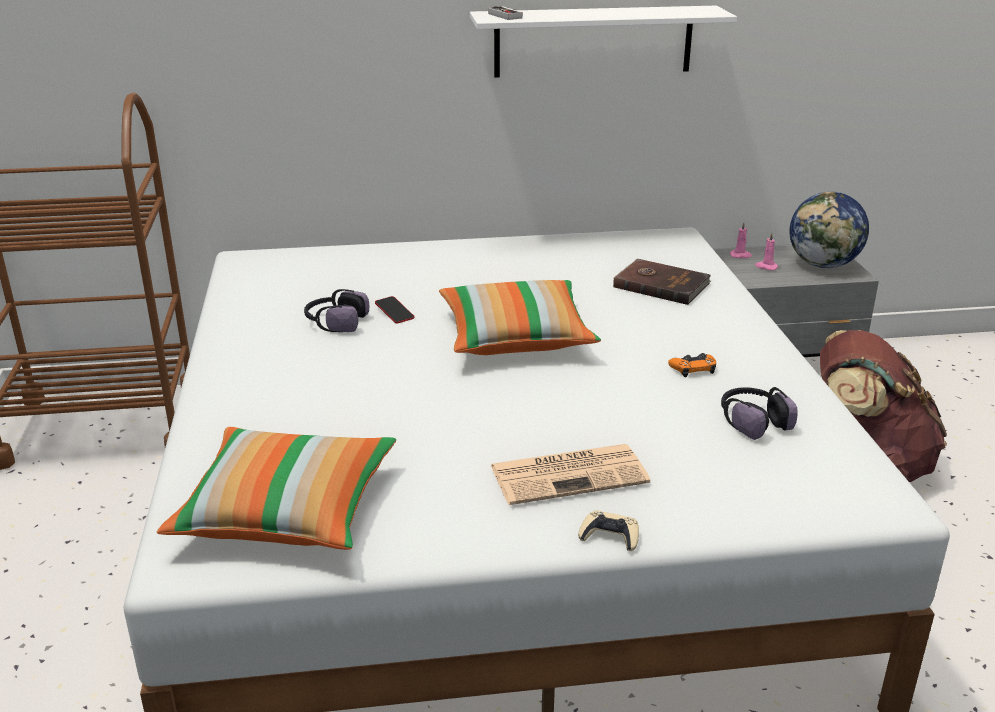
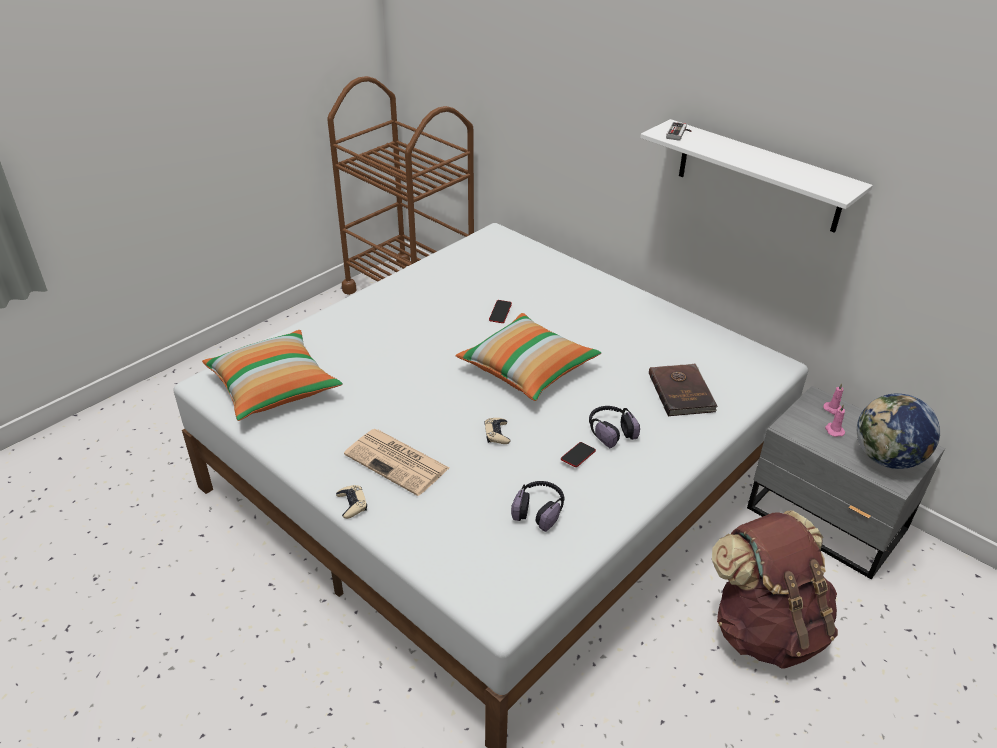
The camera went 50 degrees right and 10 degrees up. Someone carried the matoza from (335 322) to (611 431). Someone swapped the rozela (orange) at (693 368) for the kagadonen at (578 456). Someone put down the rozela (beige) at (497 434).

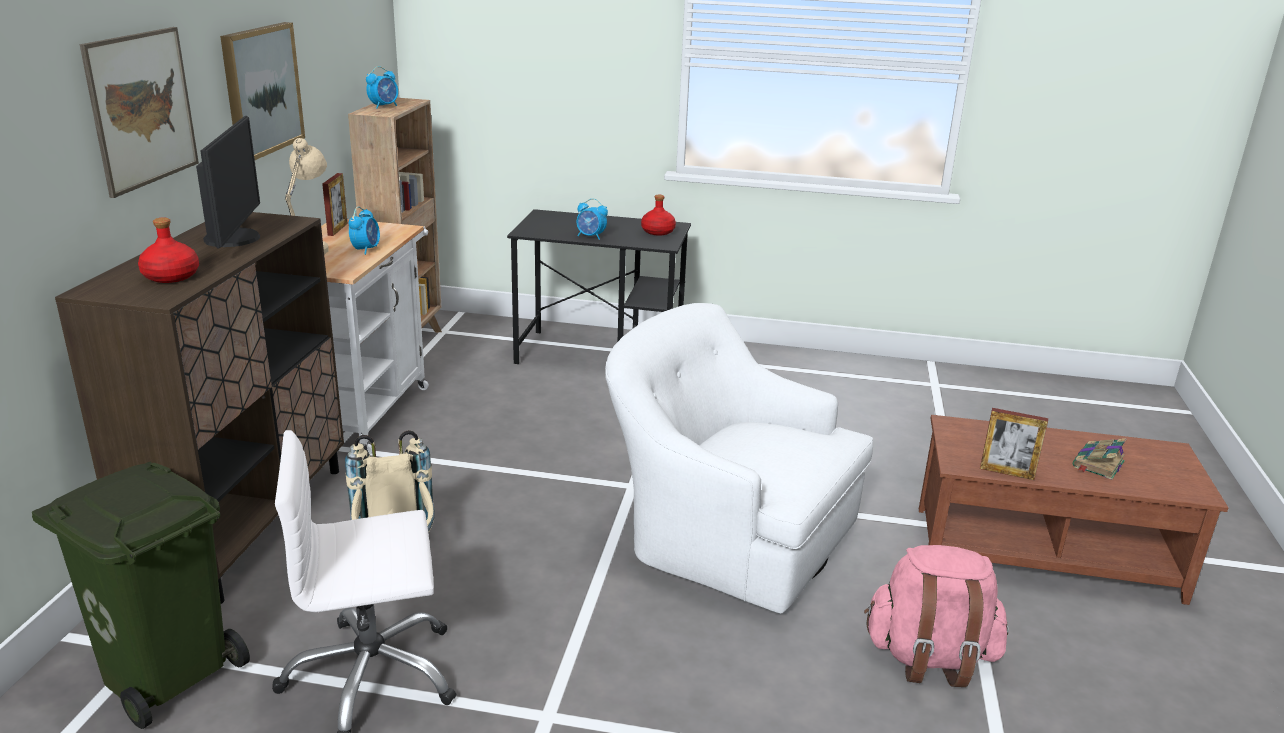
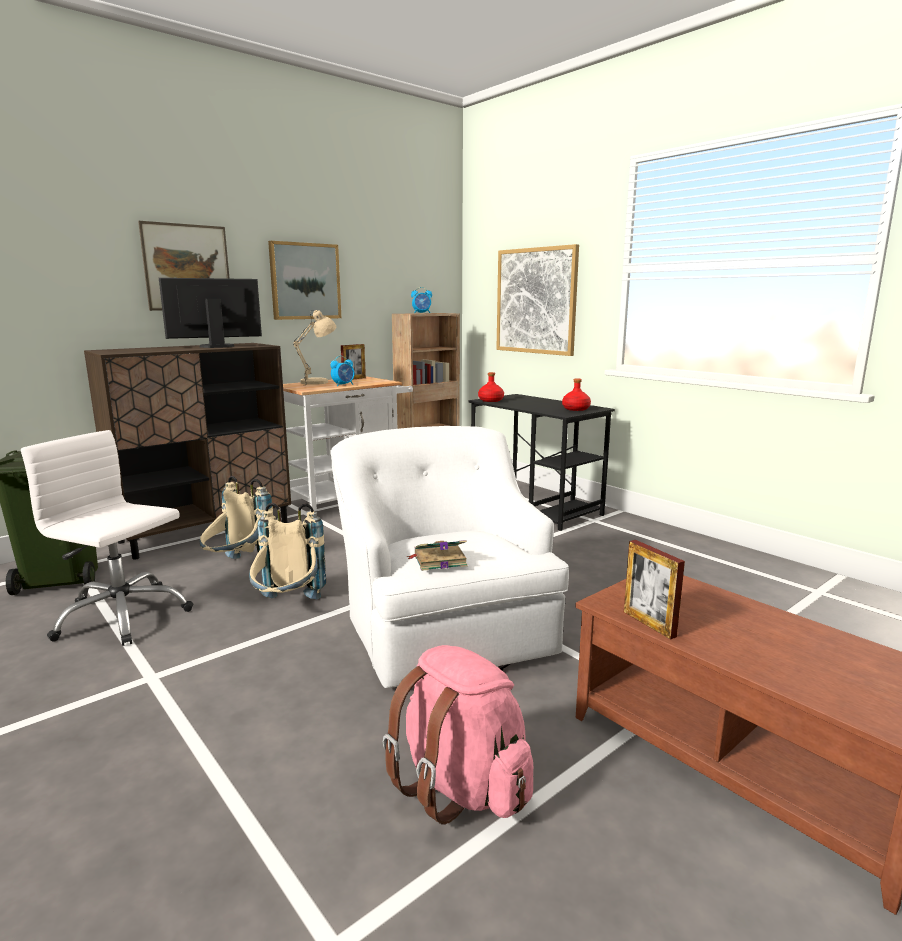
The camera went 40 degrees right and 10 degrees down. Someone rotated the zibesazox at (235 238) by 150 degrees counterclockwise. Someone took away the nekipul at (591 237). Someone carried the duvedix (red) from (170 276) to (490 400). Someone carried the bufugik from (1097 464) to (438 561). Someone put up the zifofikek at (536 301). Someone put down the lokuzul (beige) at (288 607).

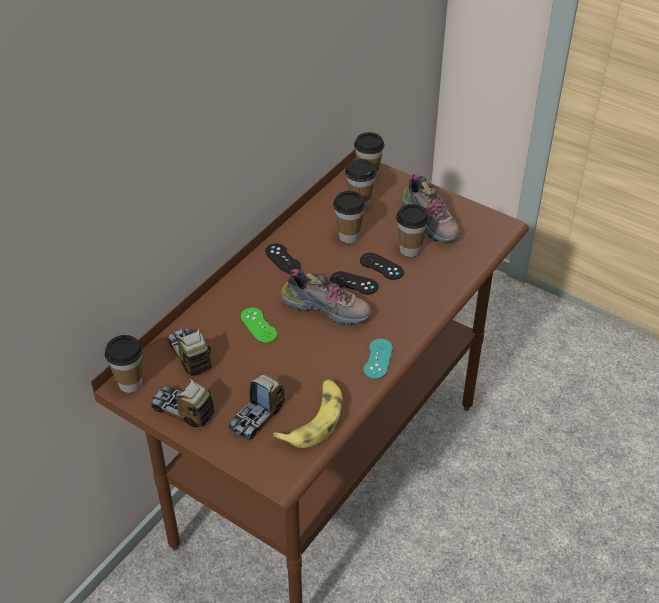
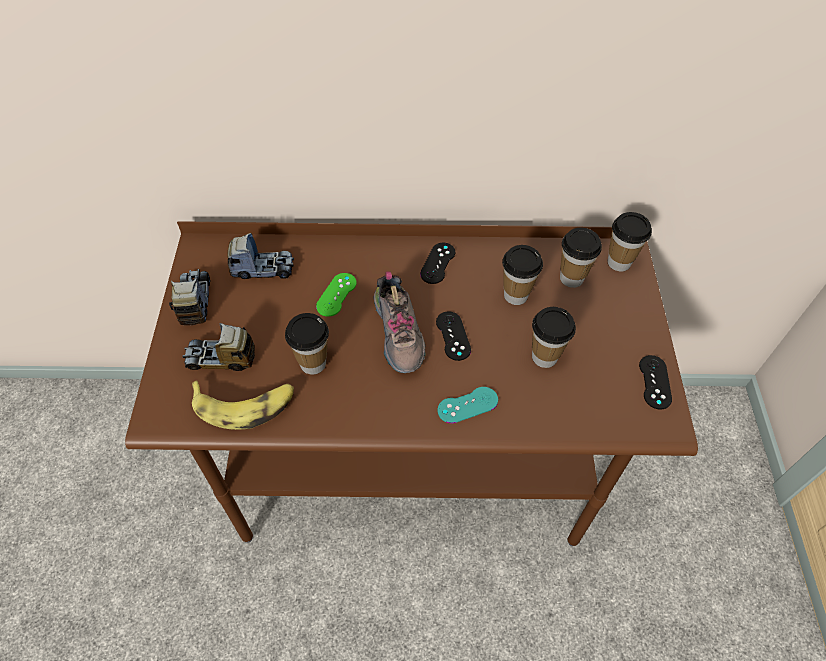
The camera went 55 degrees right and 10 degrees up. Someone took away the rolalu at (431 221). Someone carried the rozela (black) from (381 266) to (655 382). Someone rotated the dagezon at (190 356) by 60 degrees clockwise. Someone carried the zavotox from (130 384) to (313 363). Someone carried the rozela (turquoise) from (378 359) to (467 405).

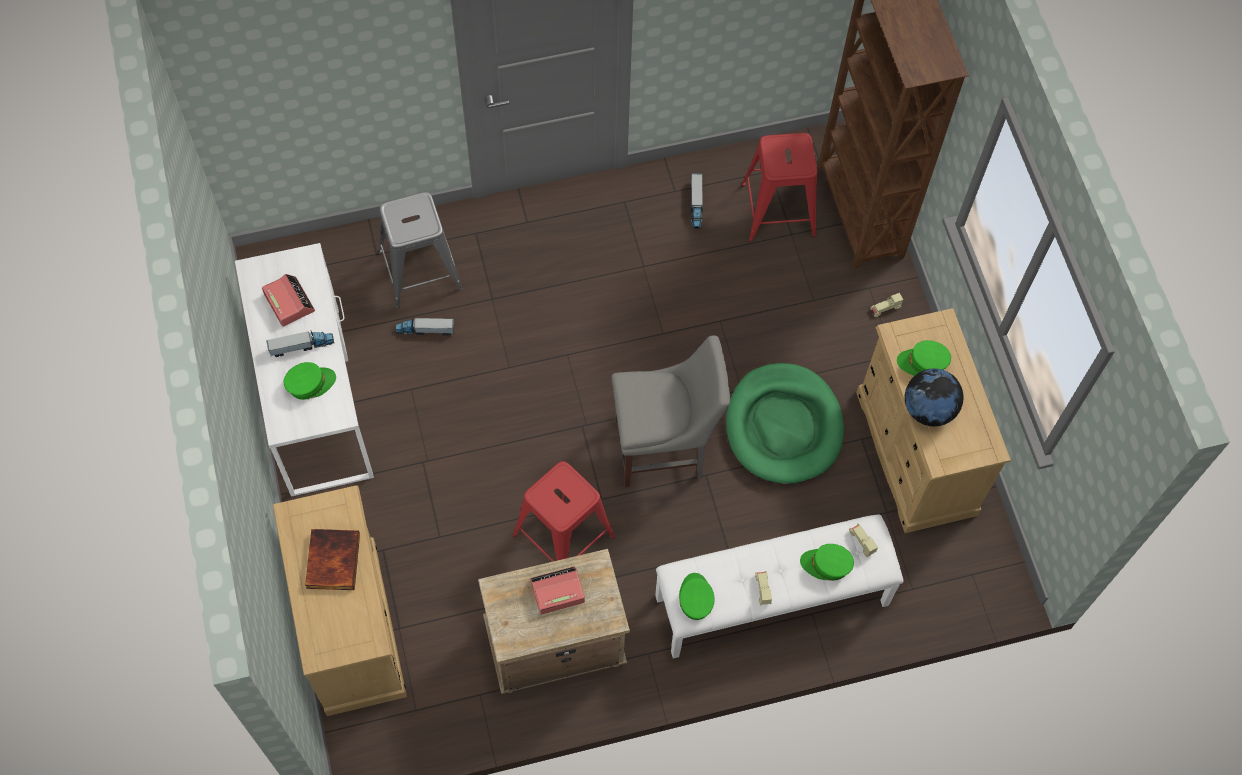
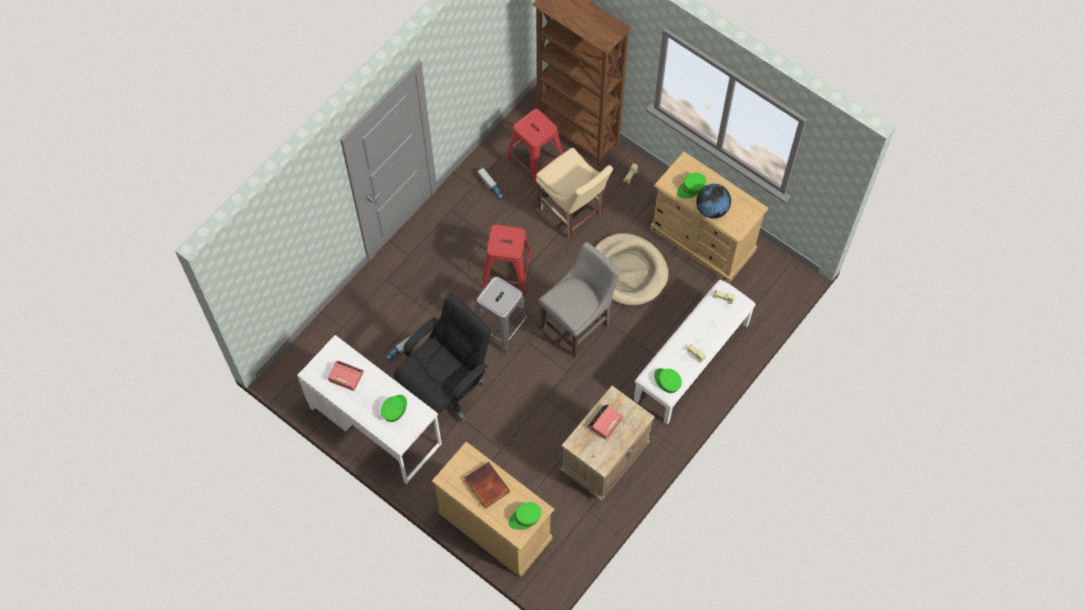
The camera went 35 degrees left and 0 degrees up. Someone carried the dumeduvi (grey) from (420 271) to (501 326). Someone took away the dagezon at (302 346). Someone repainted the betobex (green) at (783 426), which became the betobex (beige) at (628 271). Someone carried the dumeduvi (red) from (564 536) to (507 271). Someone carried the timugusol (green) from (826 565) to (525 518). Someone put down the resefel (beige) at (573 214). Someone put down the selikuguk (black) at (446 388).

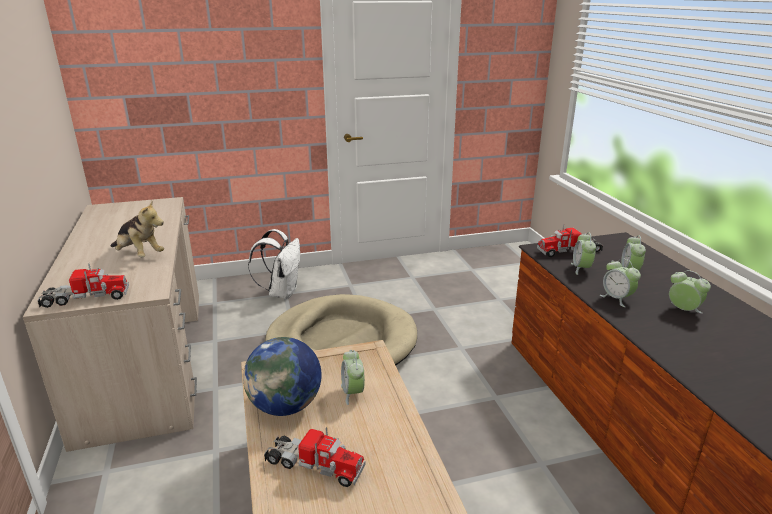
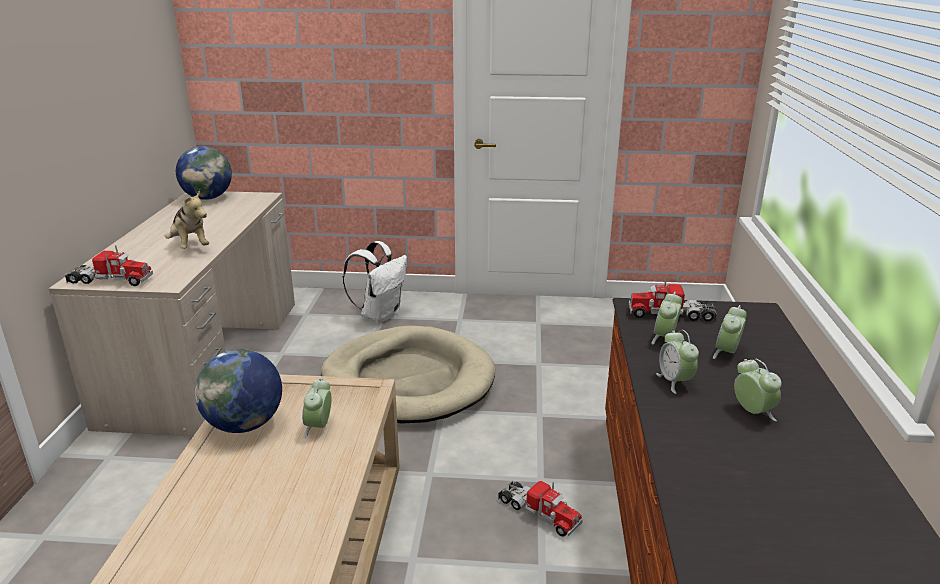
The camera went 20 degrees right and 0 degrees up. Someone carried the dagezon from (314 465) to (538 512). Someone put down the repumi at (208 198).

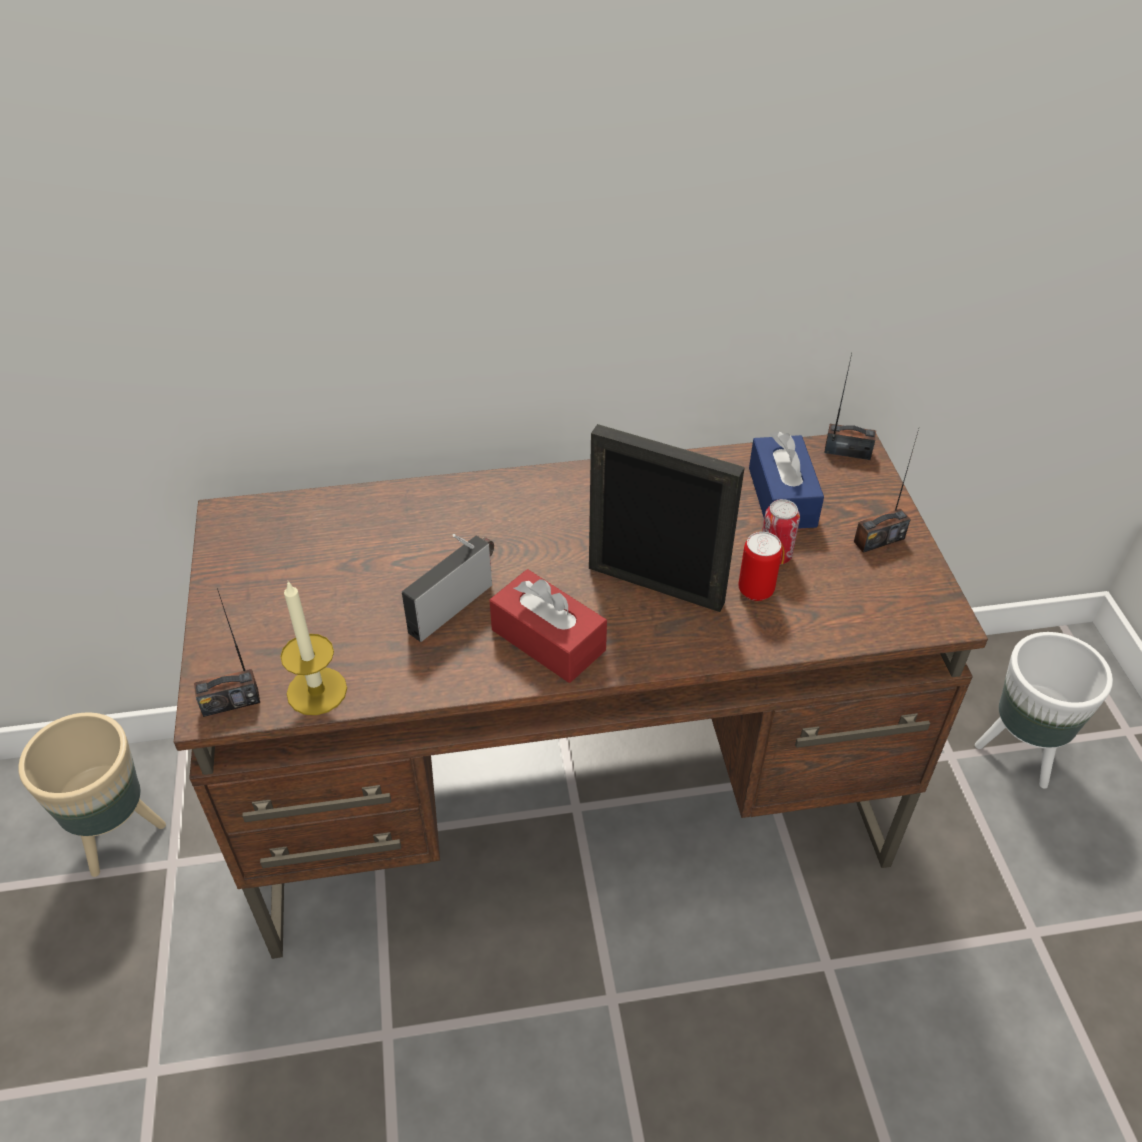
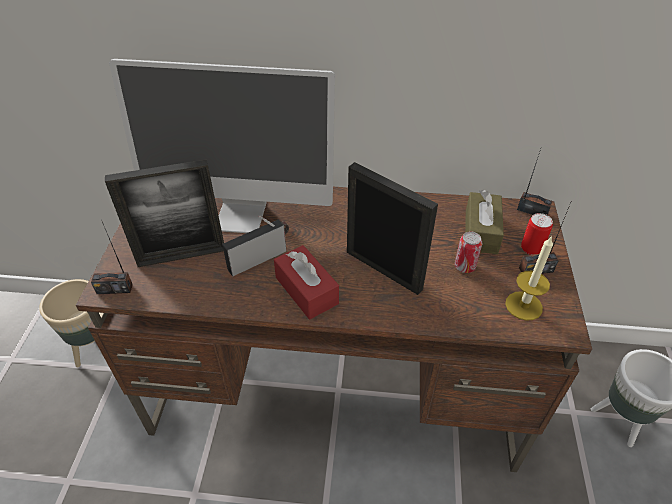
The camera went 15 degrees right and 0 degrees up. Someone repainted the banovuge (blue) at (782 497), which became the banovuge (brown) at (481 232). Someone carried the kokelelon from (755 590) to (531 249). Someone carried the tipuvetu from (317 691) to (523 305). Someone put down the zibesazox at (241 215). Someone put down the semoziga at (182 256).

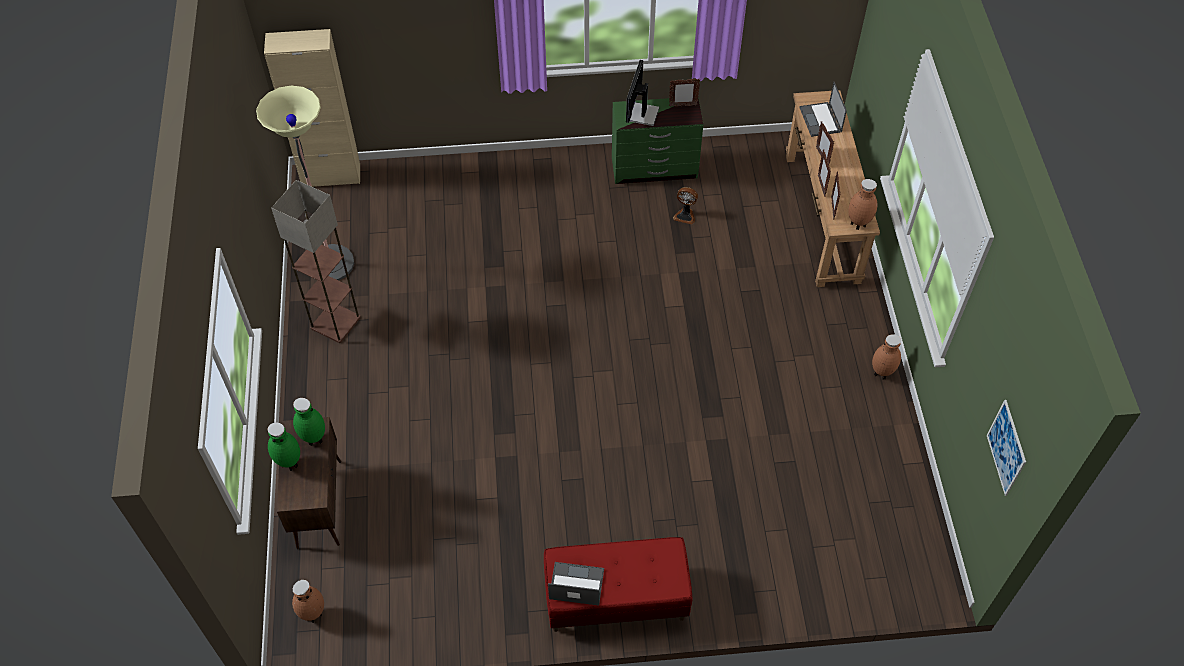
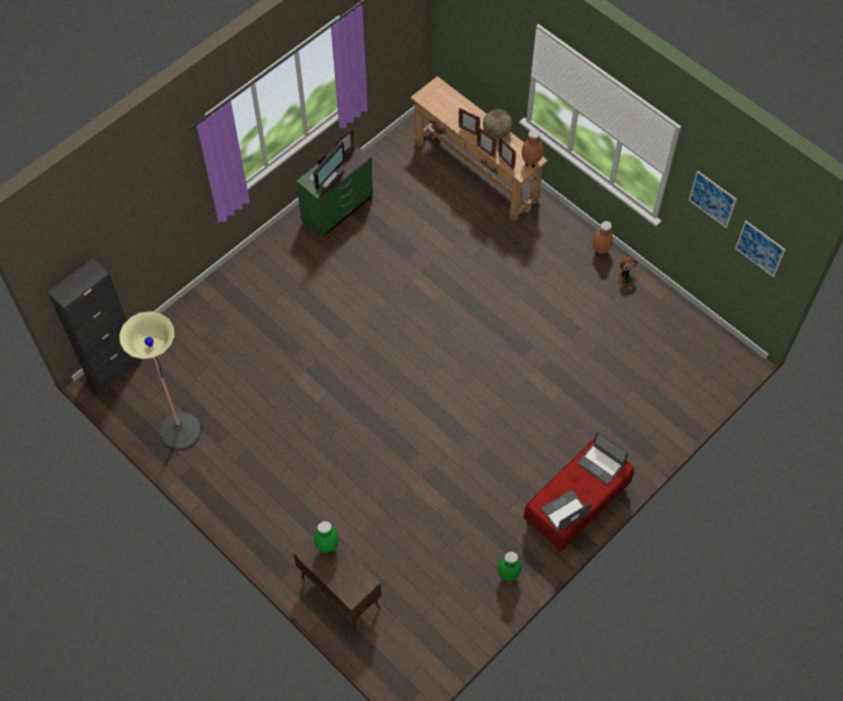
The camera went 40 degrees left and 5 degrees up. Someone repainted the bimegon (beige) at (331 176), which became the bimegon (black) at (114 369). Someone rotated the zibesazox at (642 114) by 120 degrees counterclockwise. Someone carried the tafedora from (821 120) to (601 464). Someone took away the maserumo at (335 322). Someone carried the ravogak from (685 215) to (625 278). Someone carried the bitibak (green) from (290 463) to (508 576). Someone took away the bitibak (brown) at (313 614). Someone put down the repumi at (496 133). Someone put up the zifofikek at (712 199).

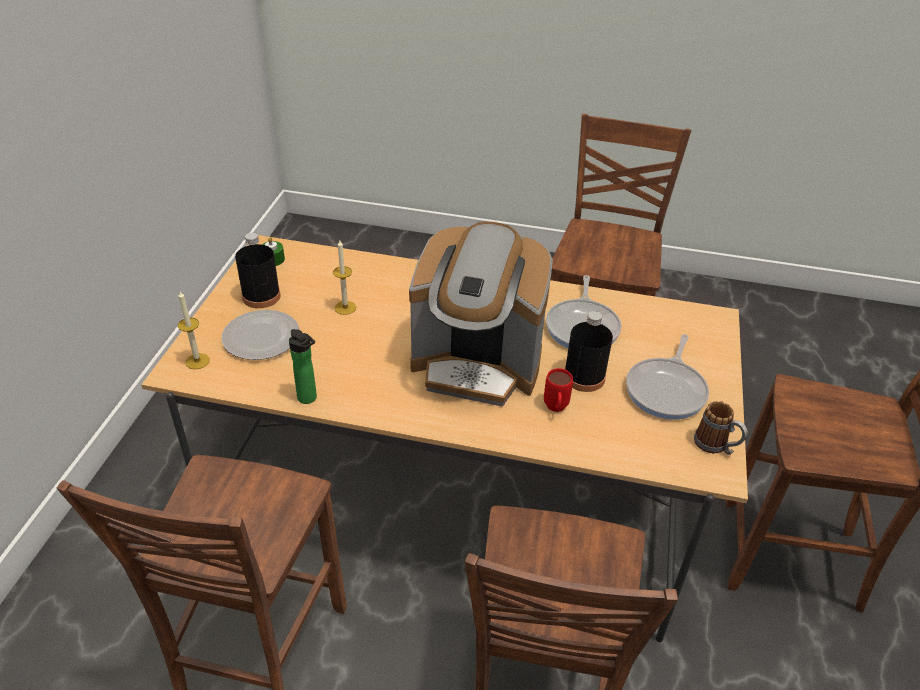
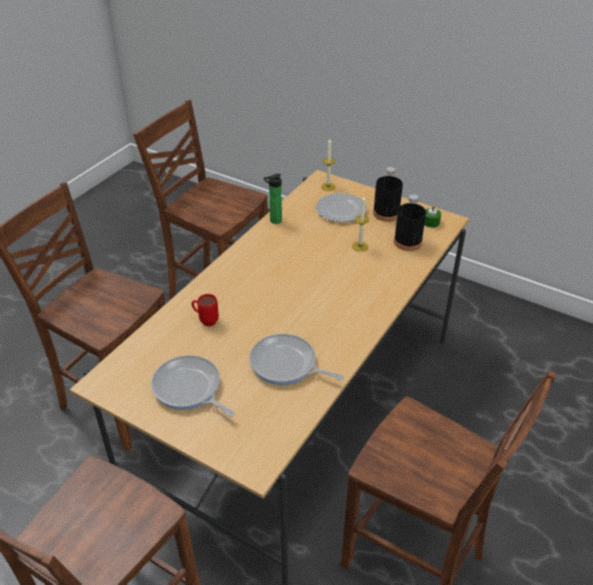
The camera went 110 degrees right and 0 degrees up. Someone took away the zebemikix at (477 365). Someone carried the duvedix (black) from (584 377) to (407 242). Someone took away the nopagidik at (716 446).

